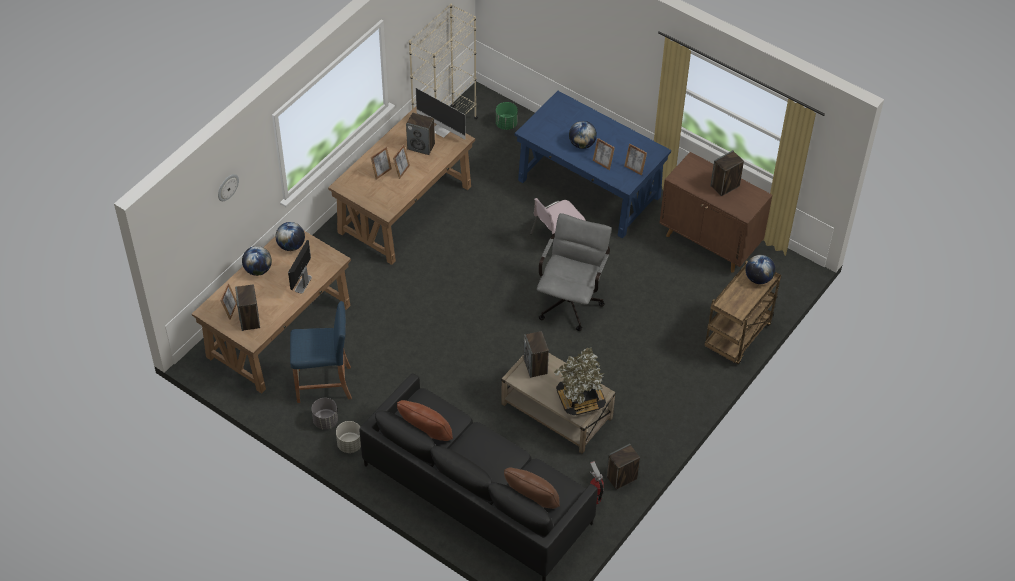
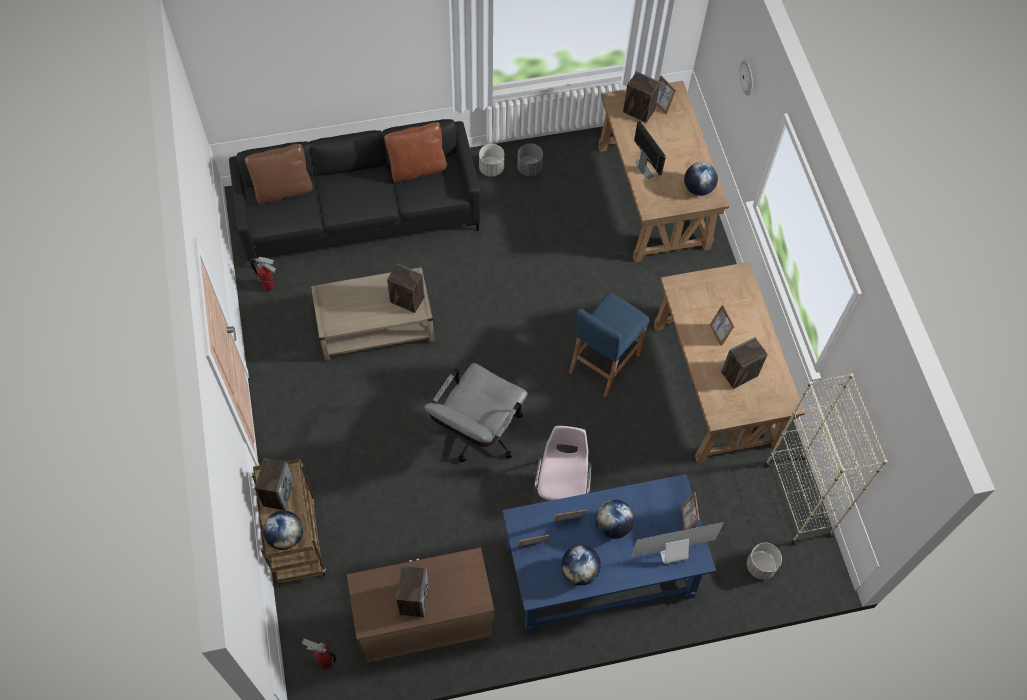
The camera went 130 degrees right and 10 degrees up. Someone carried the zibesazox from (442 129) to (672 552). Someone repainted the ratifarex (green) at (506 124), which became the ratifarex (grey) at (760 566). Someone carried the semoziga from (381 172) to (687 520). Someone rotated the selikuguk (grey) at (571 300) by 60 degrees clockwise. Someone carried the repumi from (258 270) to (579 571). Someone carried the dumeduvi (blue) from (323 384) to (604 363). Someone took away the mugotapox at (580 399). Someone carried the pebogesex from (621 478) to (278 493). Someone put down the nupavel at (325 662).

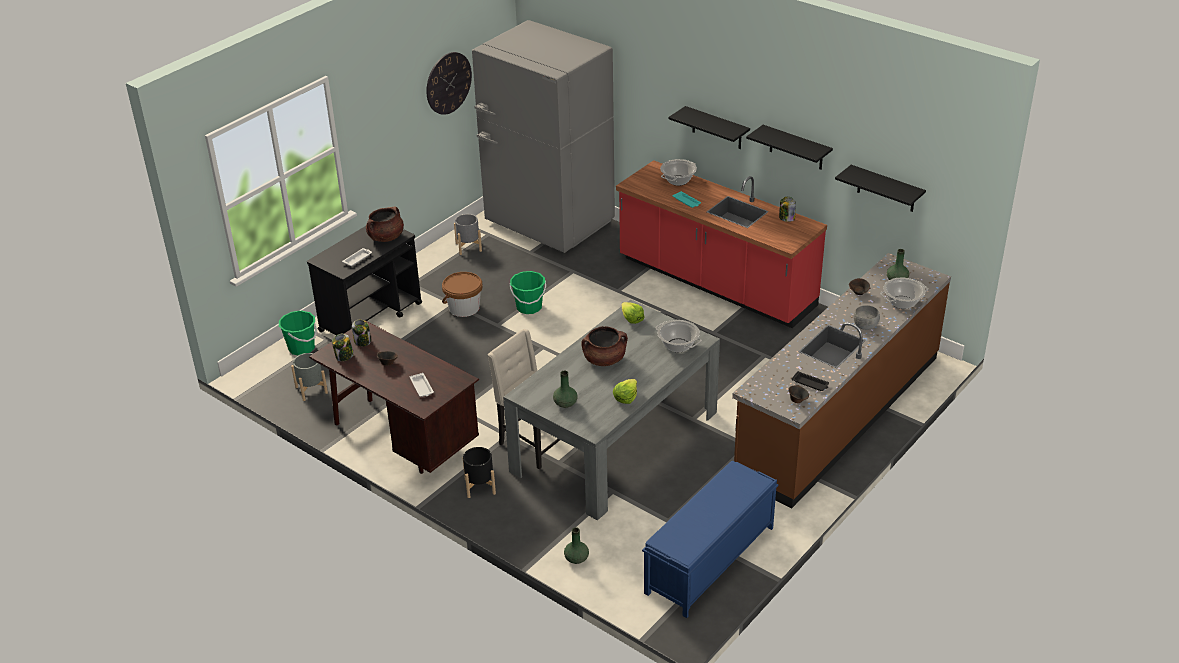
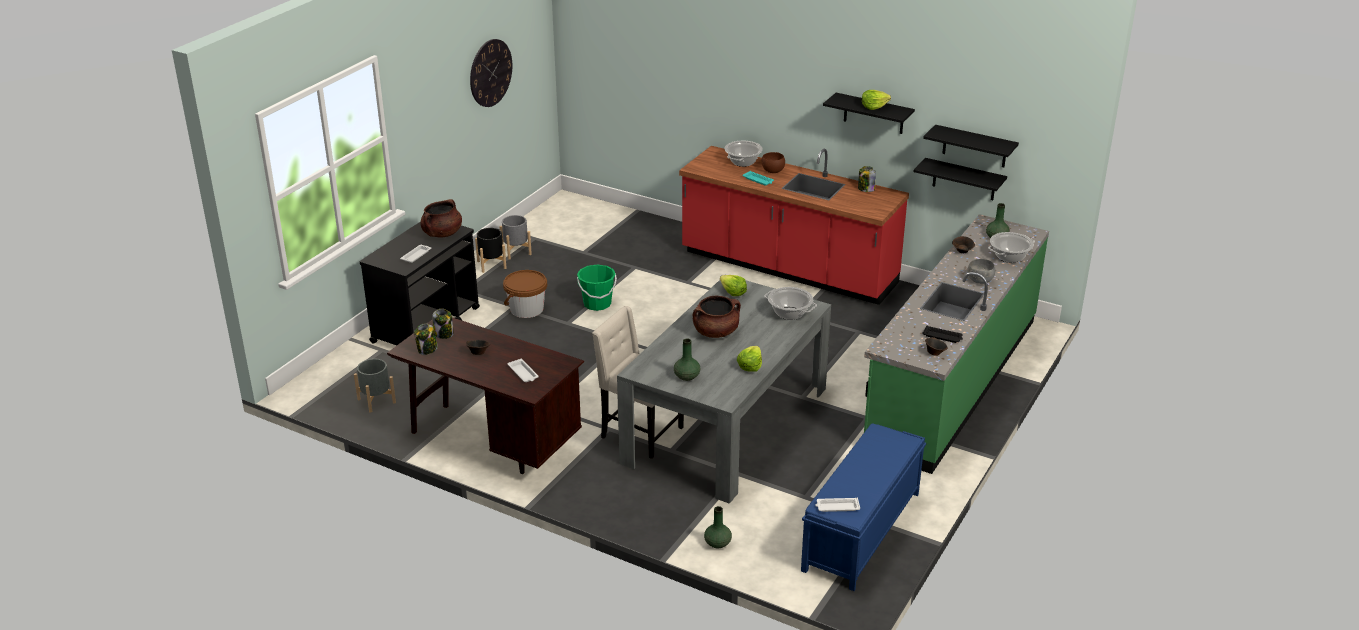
The camera went 10 degrees left and 5 degrees down. Someone took away the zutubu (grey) at (549 223). Someone carried the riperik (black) from (717 128) to (964 179). Someone repainted the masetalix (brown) at (838 415), which became the masetalix (green) at (951 381). Someone took away the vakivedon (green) at (301 348). Someone carried the ratifarex (black) from (480 486) to (492 265). Someone put down the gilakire at (874 106). Someone put down the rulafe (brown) at (772 171). Someone put down the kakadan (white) at (837 507).

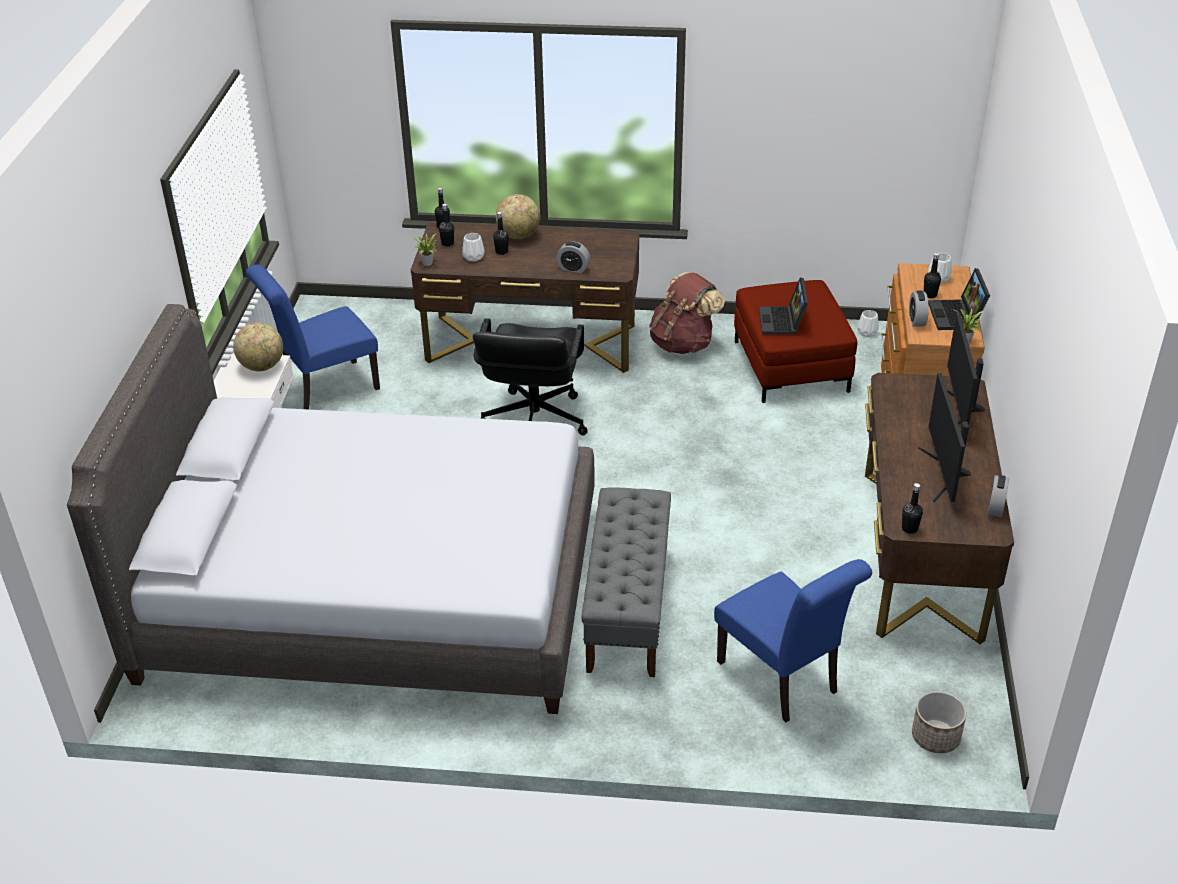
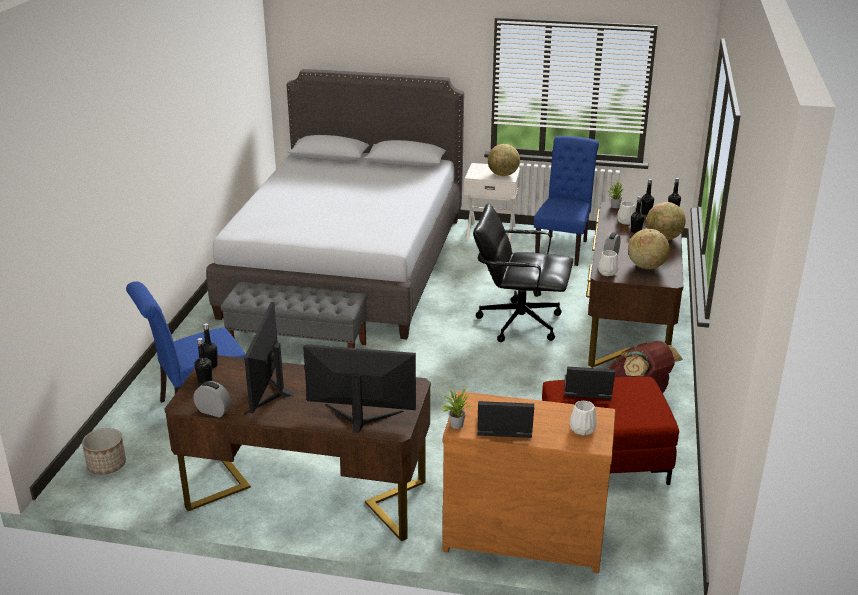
The camera went 95 degrees right and 10 degrees down. Someone carried the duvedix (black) from (930 295) to (205 381). Someone rotated the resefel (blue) at (325 389) by 45 degrees clockwise. Someone took away the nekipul at (916 320). Someone carried the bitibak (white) from (867 332) to (608 273). Someone rotated the zibesazox at (944 473) by 90 degrees counterclockwise. Someone put down the repumi at (646 266).

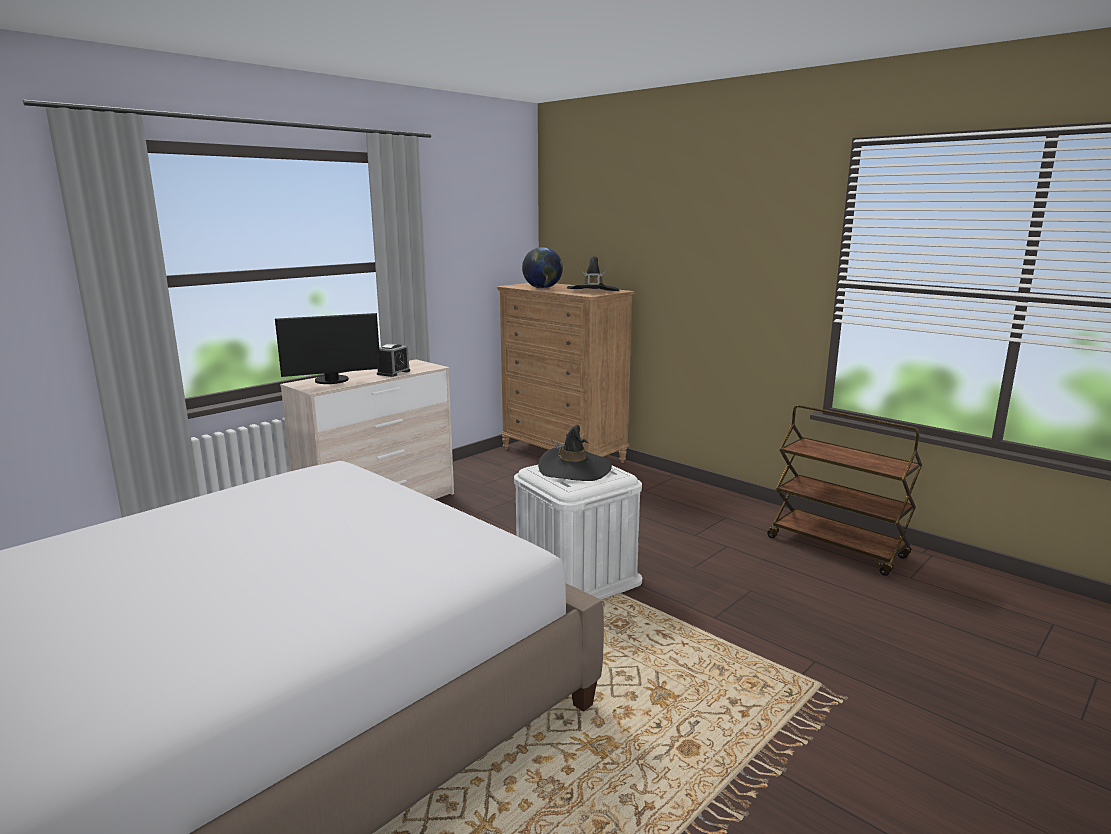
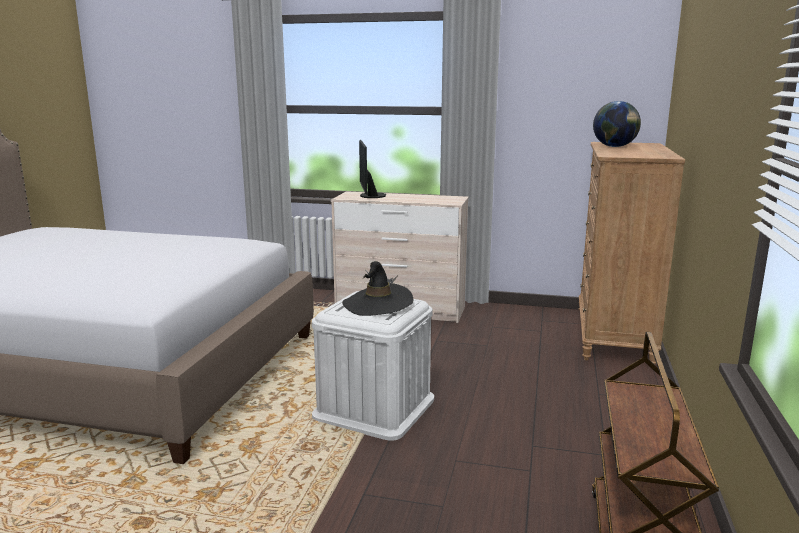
The camera went 60 degrees right and 0 degrees up. Someone took away the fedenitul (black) at (593 291). Someone rotated the zibesazox at (332 381) by 45 degrees clockwise. Someone took away the nekipul at (393 372).

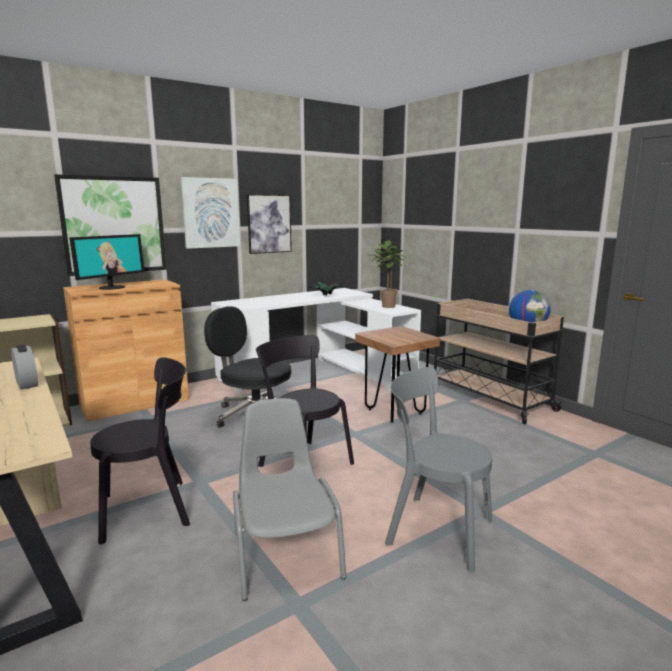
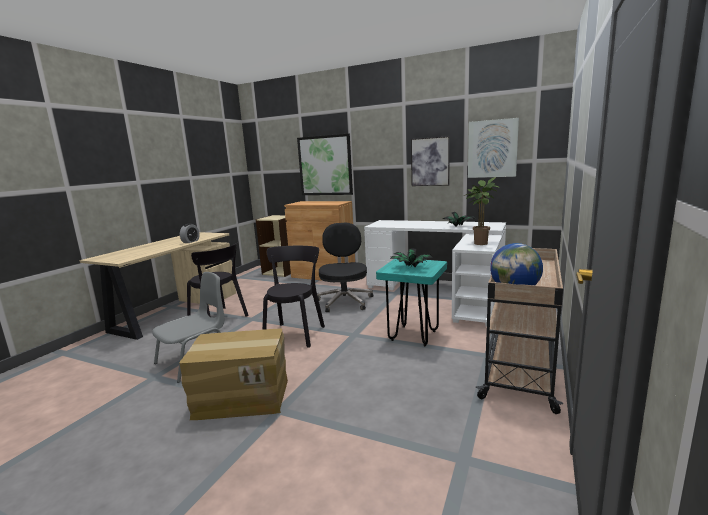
The camera went 60 degrees right and 0 degrees up. Someone carried the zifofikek from (211 213) to (492 149). Someone took away the zibesazox at (112 287). Someone repainted the dumeduvi (brown) at (394 412), which became the dumeduvi (turquoise) at (413 336). Someone swapped the resefel (grey) at (434 529) for the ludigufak at (242 397). Someone put down the mugotapox at (411 267).

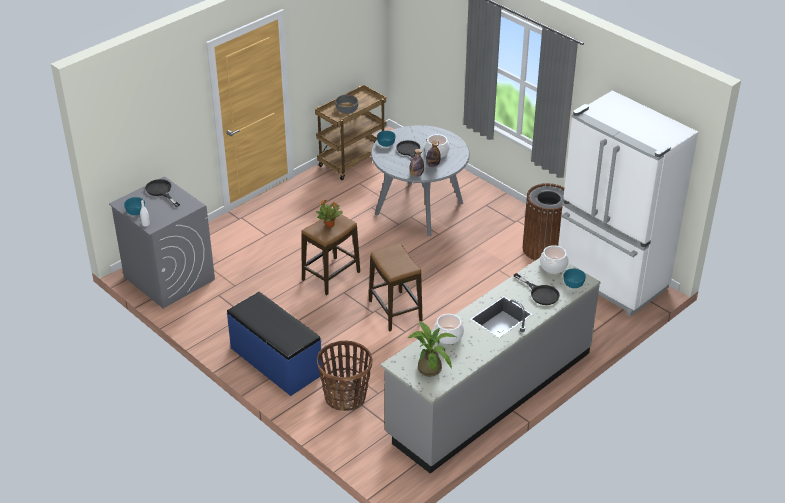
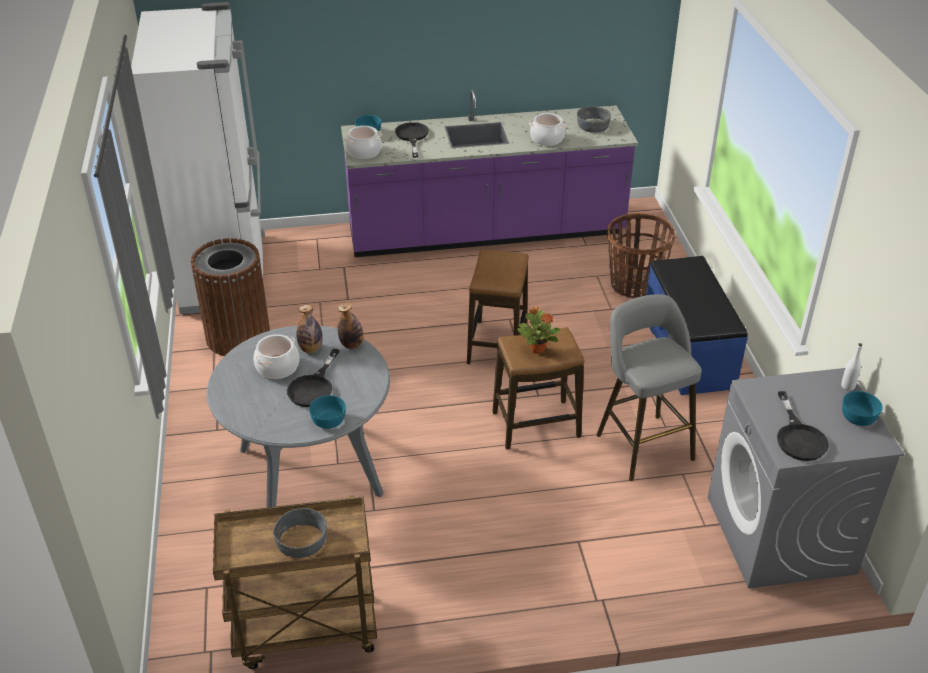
The camera went 145 degrees left and 0 degrees up. Someone repainted the masetalix (grey) at (489 393), which became the masetalix (purple) at (486 233). Someone swapped the mugotapox at (429 367) for the rulafe (grey) at (592 125). Someone put down the dumeduvi (grey) at (641 443).

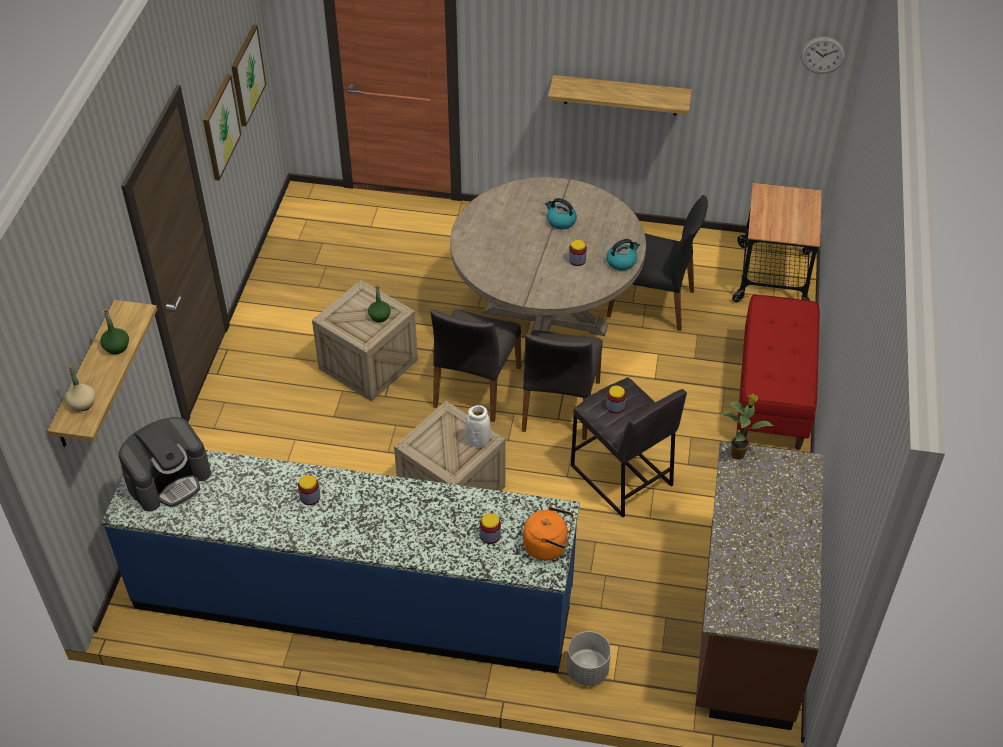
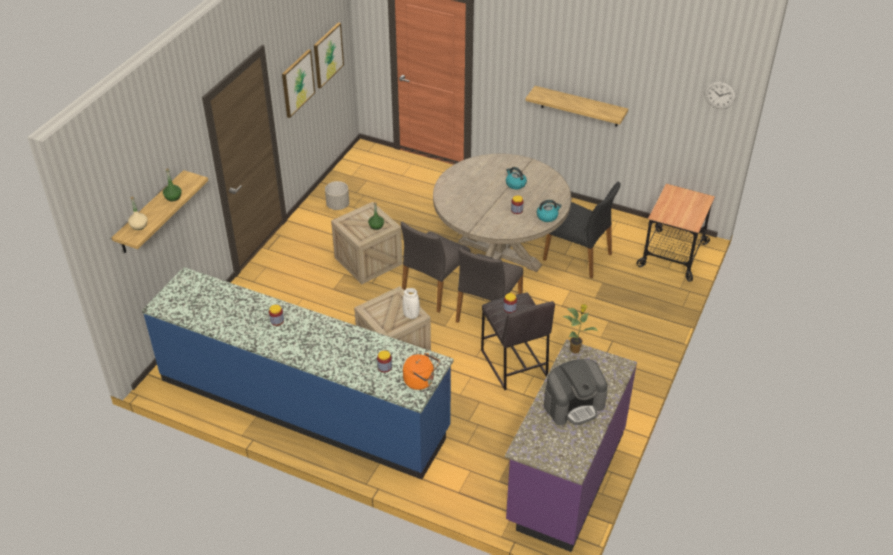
The camera went 15 degrees right and 5 degrees down. Someone took away the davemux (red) at (773 394). Someone carried the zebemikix from (169 479) to (574 405). Someone repainted the masetalix (brown) at (745 625), which became the masetalix (purple) at (565 477). Someone carried the ratifarex (grey) from (587 670) to (338 205).

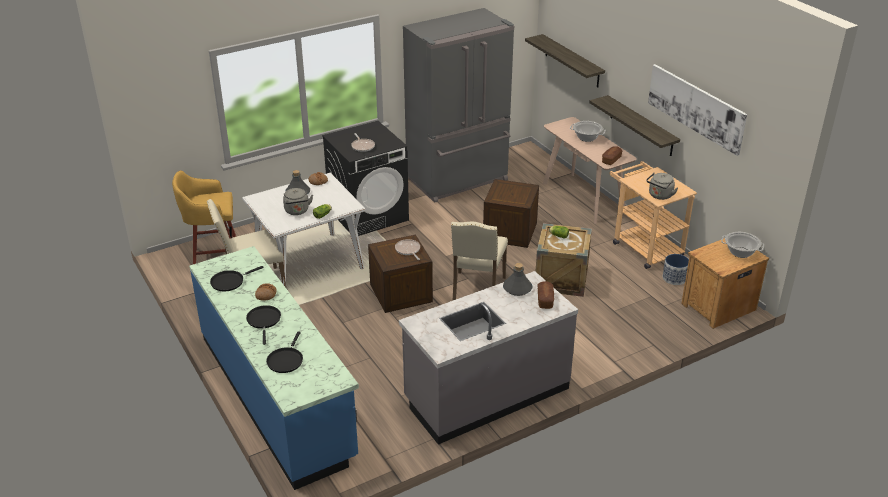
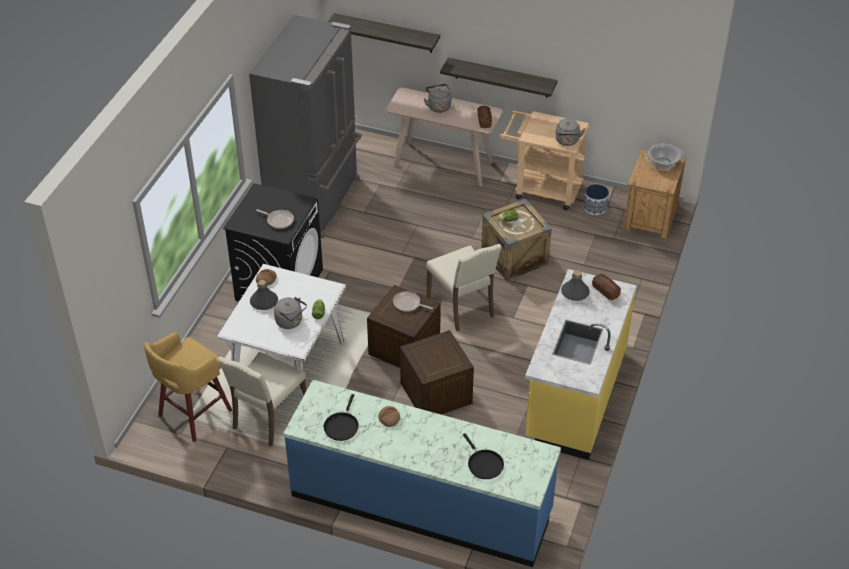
The camera went 40 degrees left and 10 degrees up. Someone took away the zifofikek at (695 108). Someone swapped the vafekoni at (587 138) for the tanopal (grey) at (438 106). Someone carried the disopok from (510 232) to (436 393). Someone repainted the masetalix (grey) at (486 394), which became the masetalix (yellow) at (574 396). Someone took away the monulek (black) at (264 321).

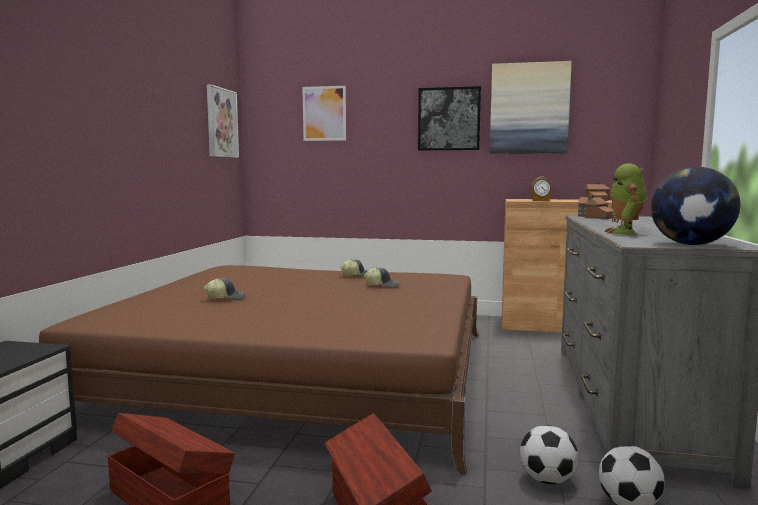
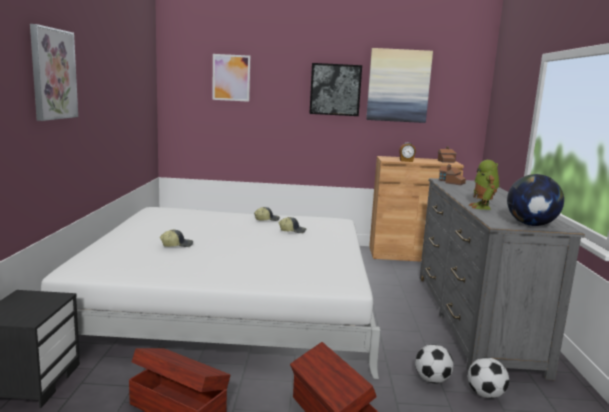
The camera went 10 degrees left and 5 degrees up. Someone carried the zifofikek from (221 123) to (53 74). Someone repainted the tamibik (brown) at (300 372), which became the tamibik (white) at (231 299).

